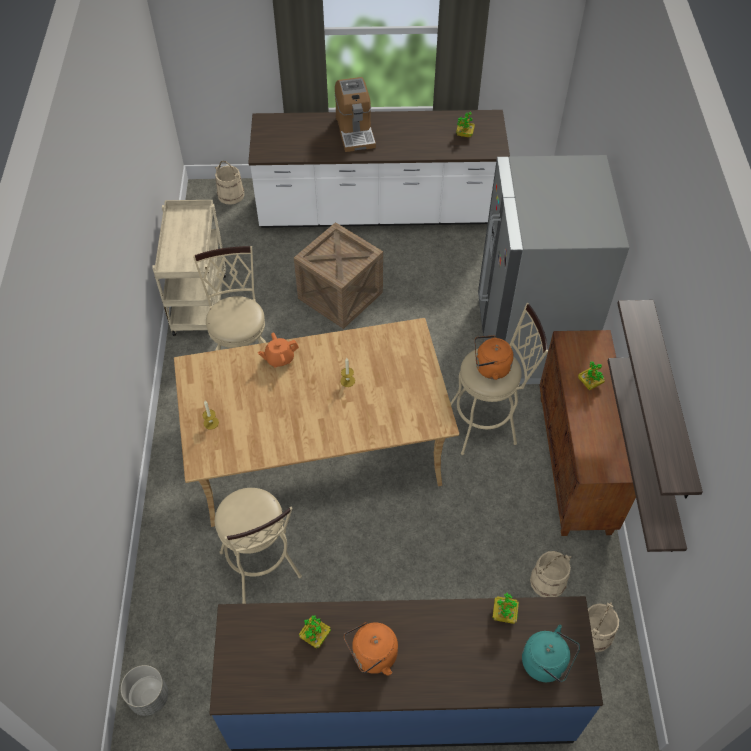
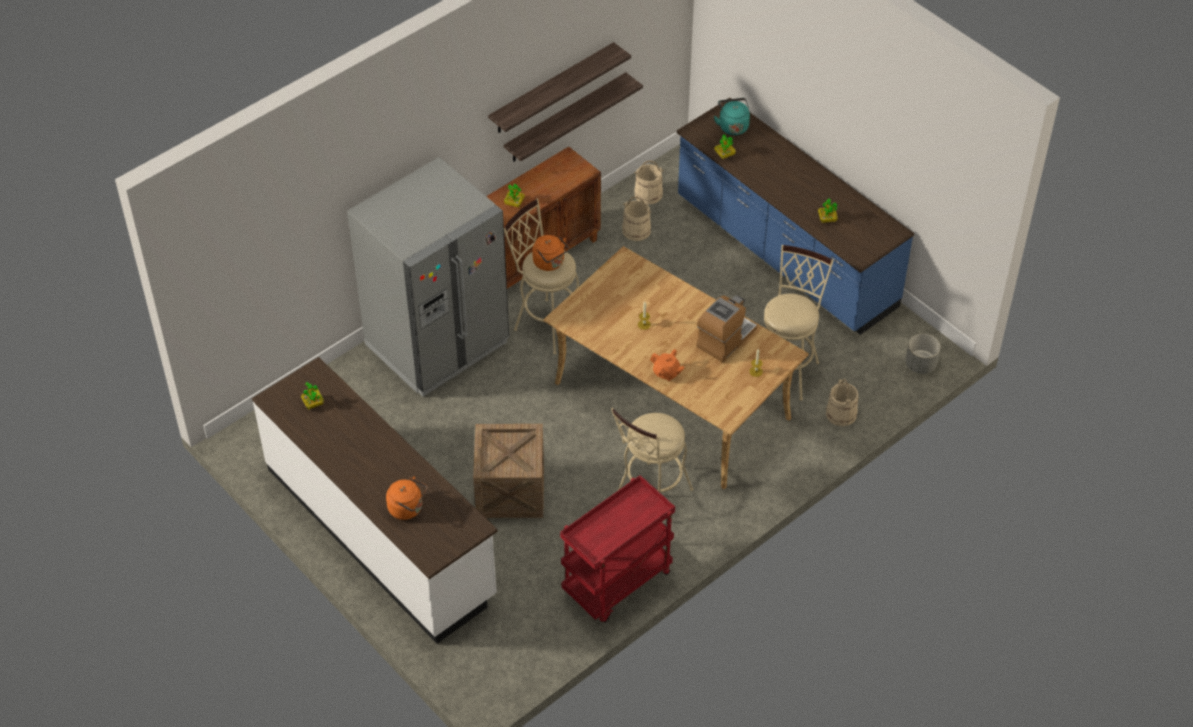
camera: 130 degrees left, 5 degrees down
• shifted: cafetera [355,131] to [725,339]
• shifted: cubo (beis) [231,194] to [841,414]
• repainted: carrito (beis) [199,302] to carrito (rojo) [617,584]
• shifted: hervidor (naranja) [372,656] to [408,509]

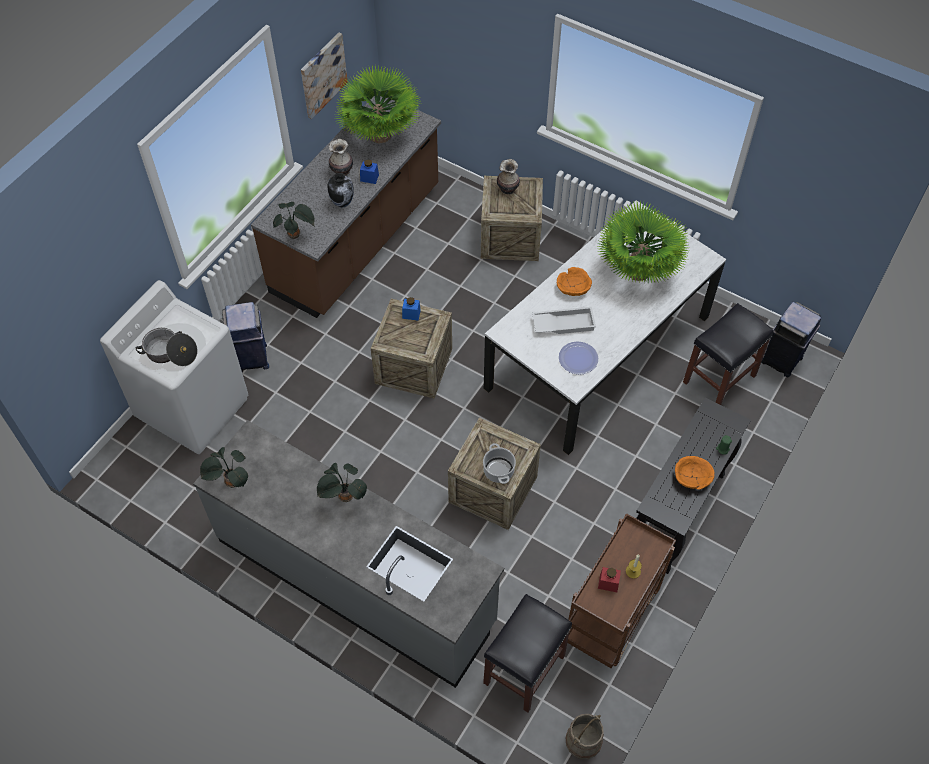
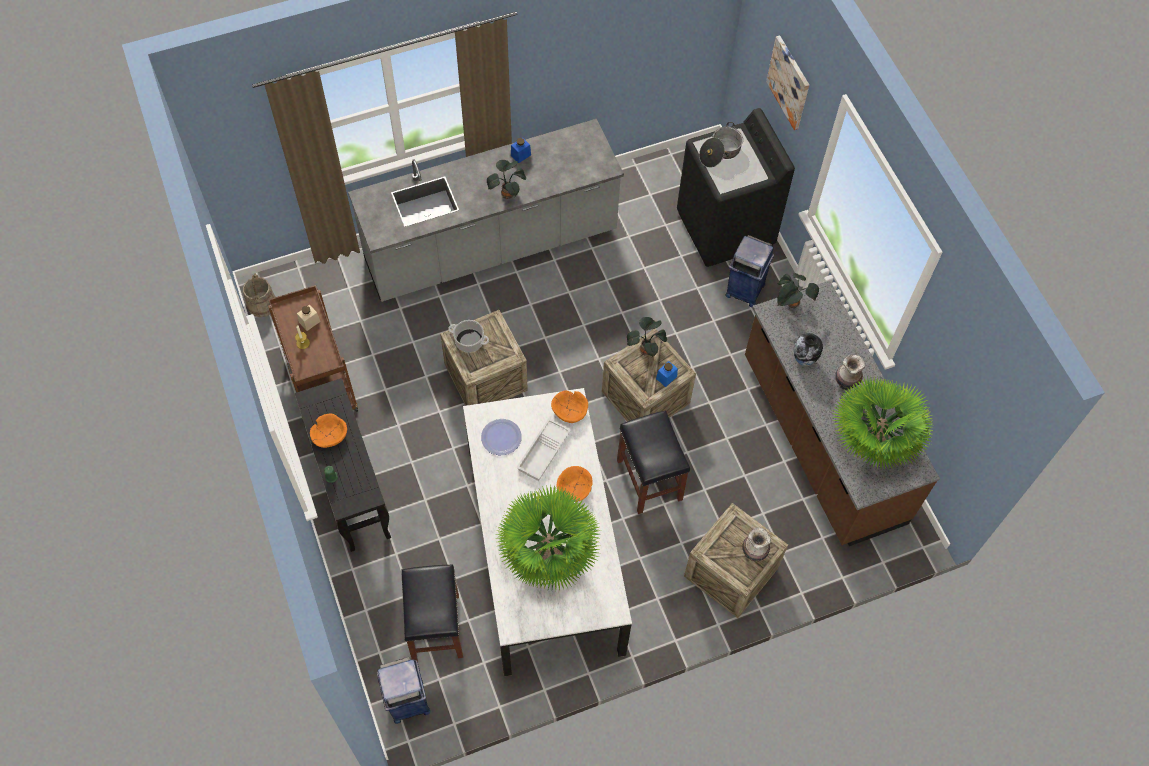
camera: 125 degrees right, 5 degrees up
• shifted: cuadro [322,75] to [789,82]
• shifted: tarro (azul) [369,178] to [520,155]
• repainted: lavadora (blanco) [193,407] to lavadora (negro) [725,228]
• shifted: planta en maceta [230,483] to [646,349]
• repainted: tarro (rojo) [608,583] to tarro (beis) [309,322]
• shifted: taburete (negro) [524,668] to [650,480]
• new: cuenco (naranja) [570,411]

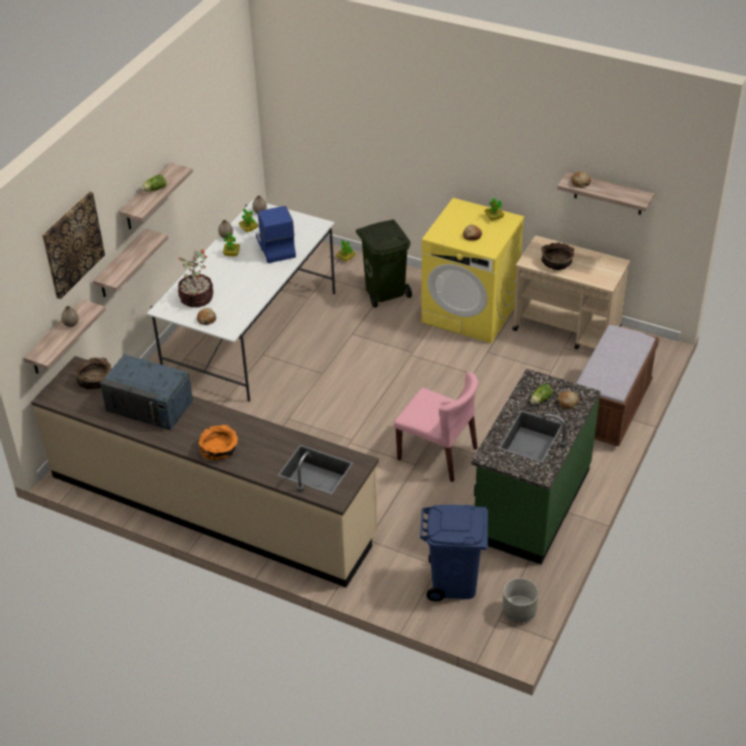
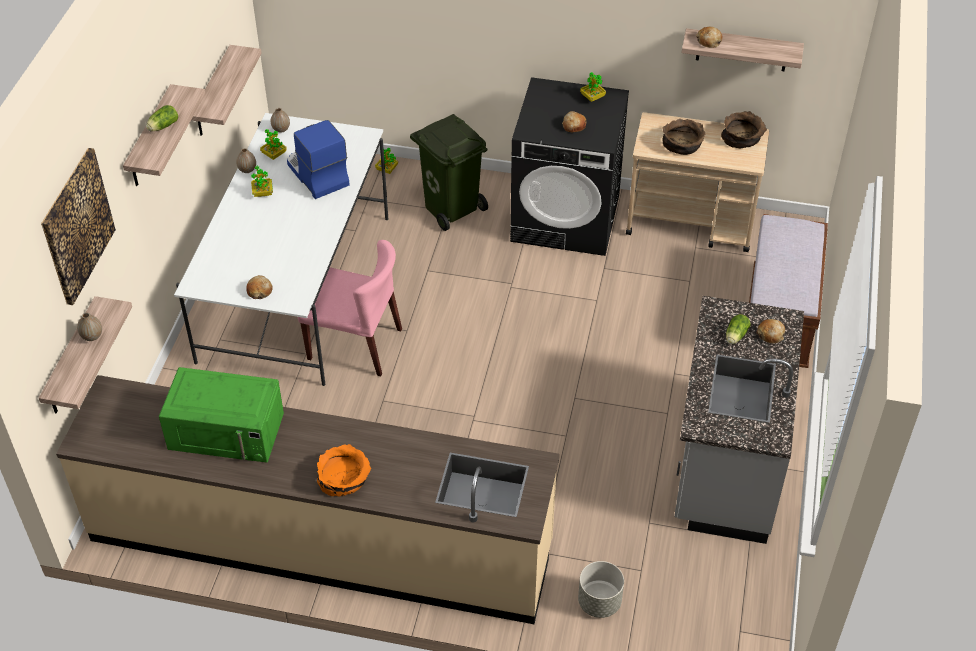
camera: 15 degrees left, 5 degrees up
• repainted: lavadora (amarillo) [470,312] to lavadora (negro) [566,218]
• shifted: estante [121,265] to [212,93]
• gone: planta en maceta [196,299]
• repainted: microondas (azul) [150,405] to microondas (verde) [227,430]
• shifted: cuenco (marrón) [95,380] to [742,138]
• repainted: mueble bajo de cocina (verde) [530,504] to mueble bajo de cocina (gris) [725,463]
• shifted: silla (rosa) [438,454] to [356,344]
• gone: papelera (azul) [454,583]
• shifted: maceta (gris) [518,612] to [599,602]

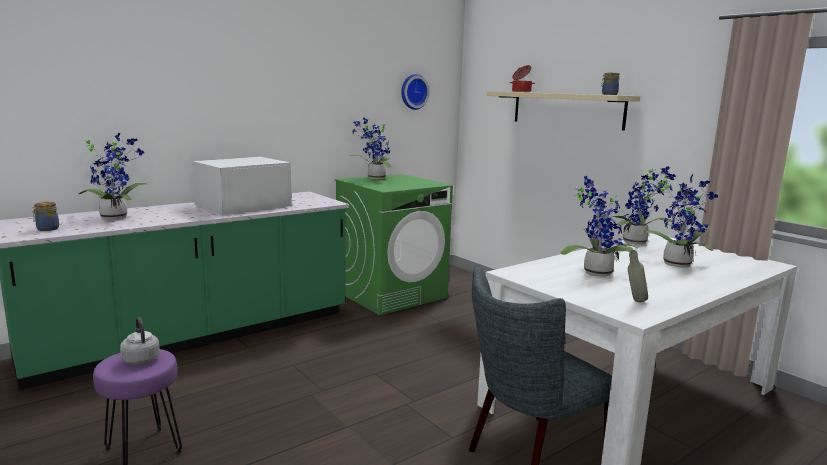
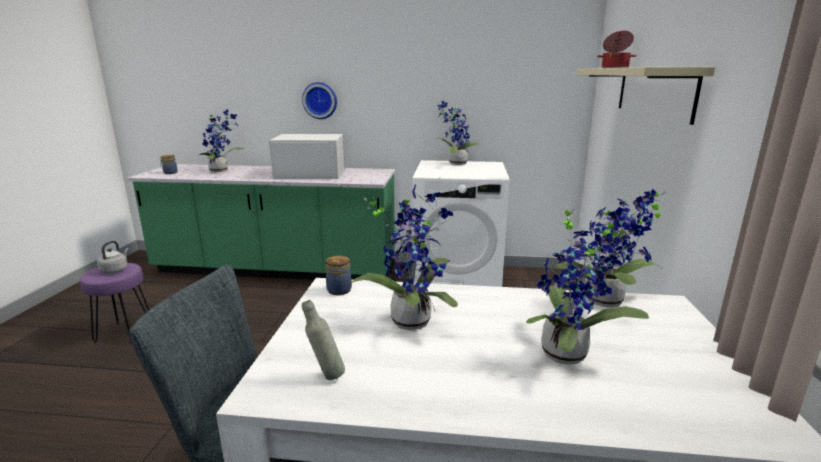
camera: 45 degrees right, 5 degrees up
• shifted: tarro [608,94] to [339,290]
• shifted: reloj de pared [413,91] to [320,100]
• repainted: lavadora (verde) [391,294] to lavadora (blanco) [457,281]

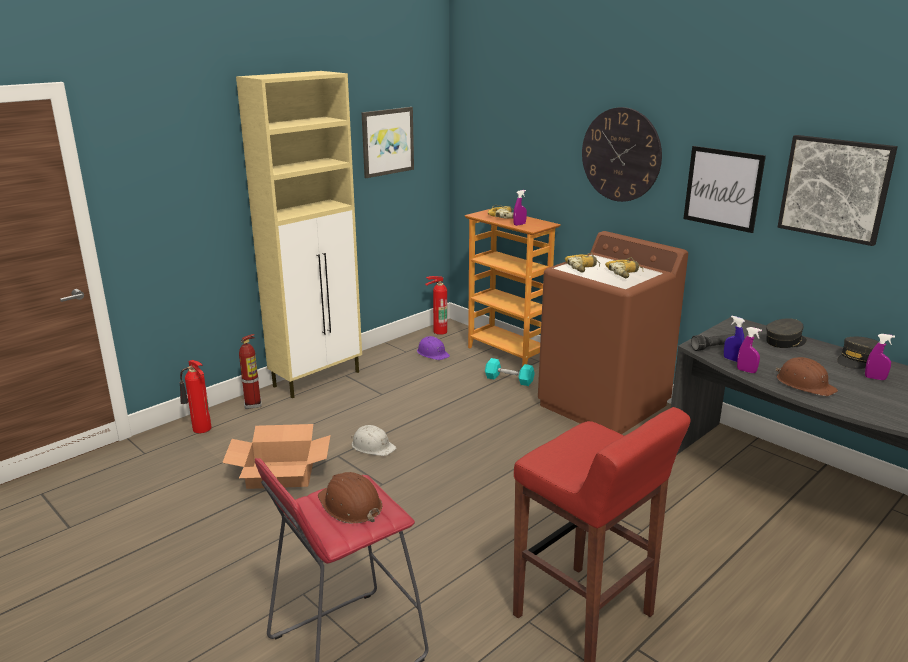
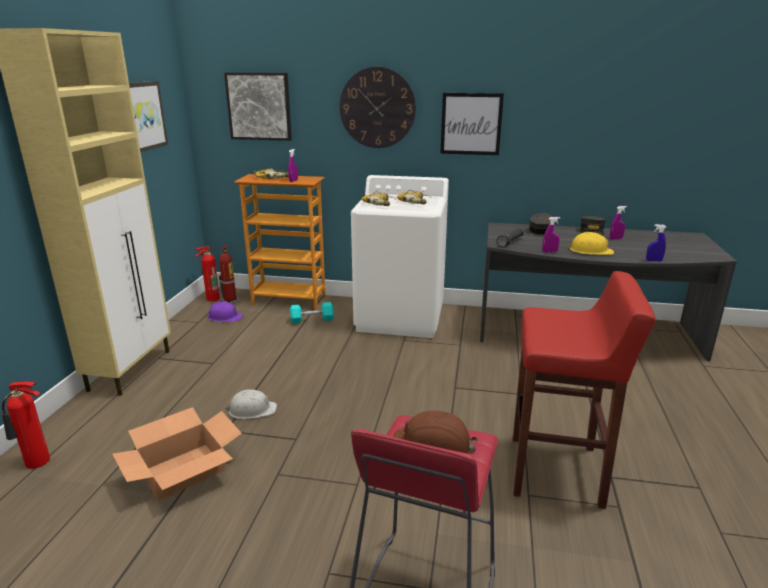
camera: 35 degrees left, 0 degrees up
• shifted: cuadro [835,188] to [259,106]
• repainted: lavadora (marrón) [603,405] to lavadora (blanco) [401,317]
• shifted: pulverizador (azul) [732,359] to [653,261]
• shifted: extintor [253,404] to [230,301]
• repainted: casco (marrón) [804,384] to casco (amarillo) [590,251]

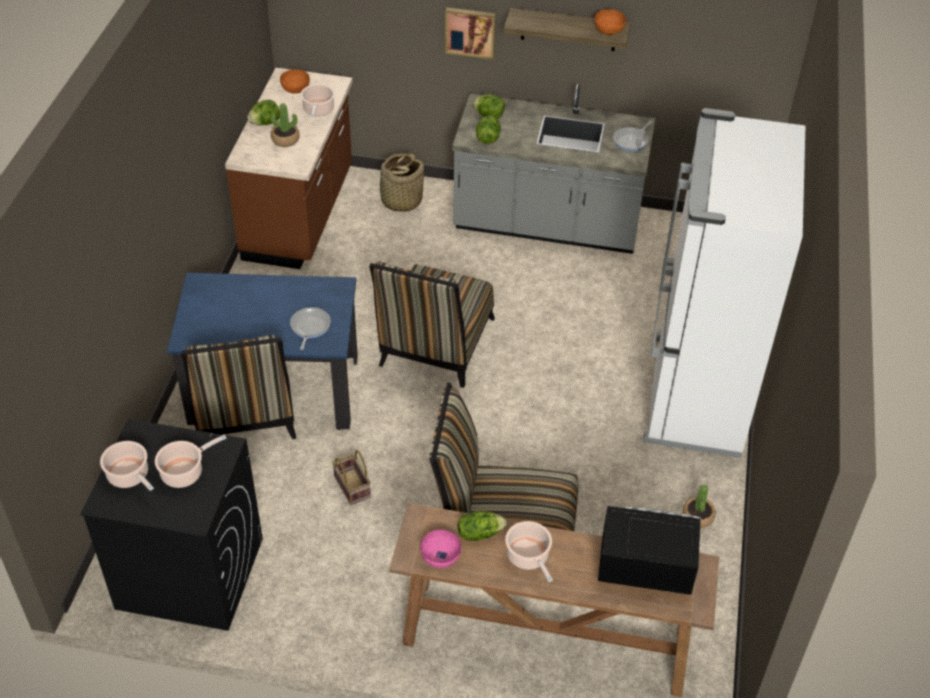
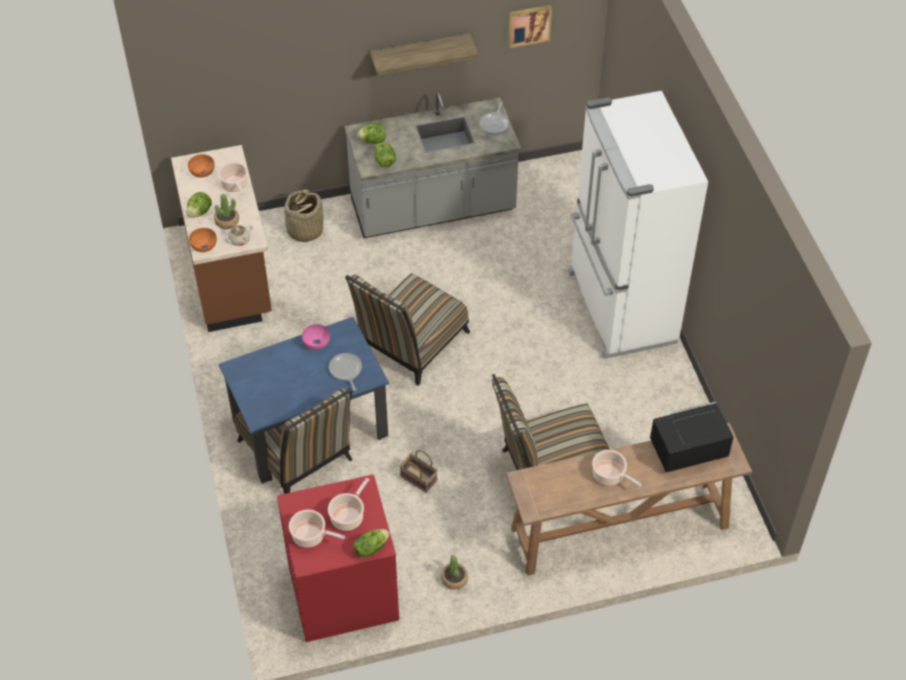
camera: 25 degrees left, 5 degrees up
• shifted: cuadro [470,31] to [529,25]
• shifted: cuenco (naranja) [609,30] to [204,246]
• rotated: silla [434,347] = [410,345] 45 degrees clockwise
• repainted: lavadora (negro) [189,573] to lavadora (rojo) [342,592]
• shifted: planta en maceta [698,516] to [454,579]
• shifted: lechuga [479,533] to [370,548]
• shifted: cuenco (rosa) [440,557] to [316,343]
• new: tetera (beis) [238,240]

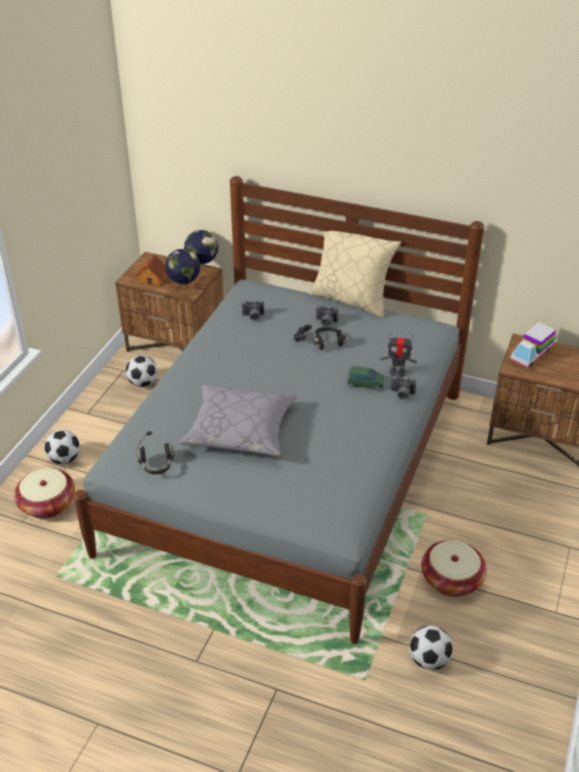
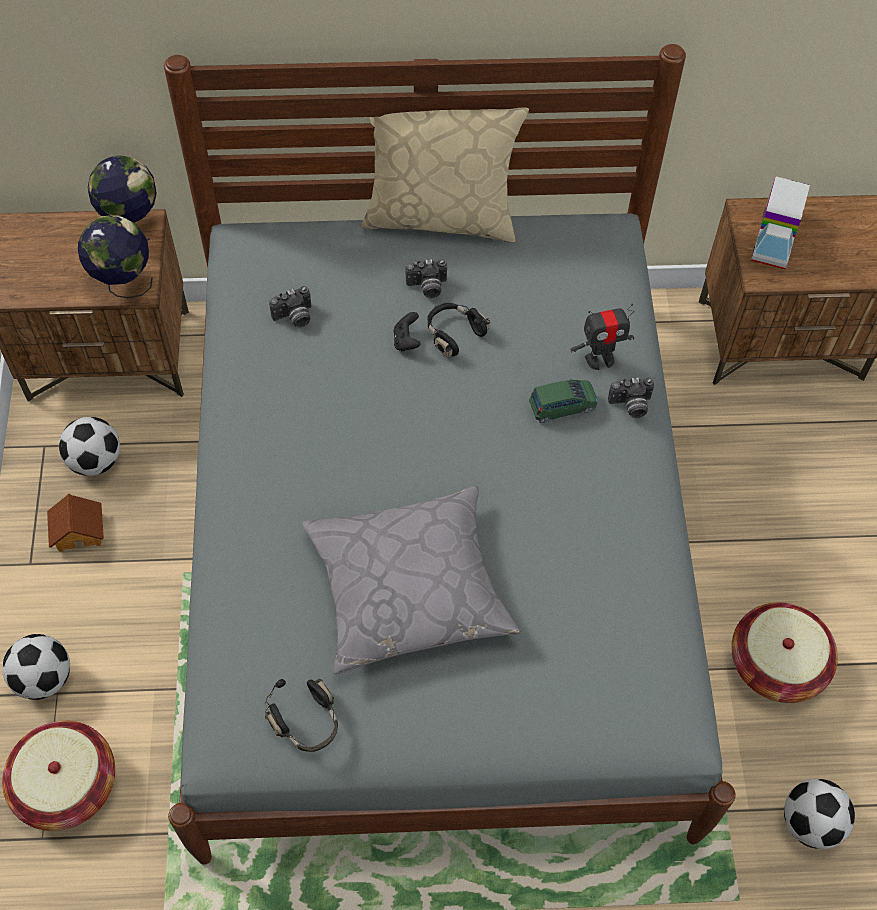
camera: 25 degrees left, 20 degrees up
• shifted: casita [153,278] to [79,530]

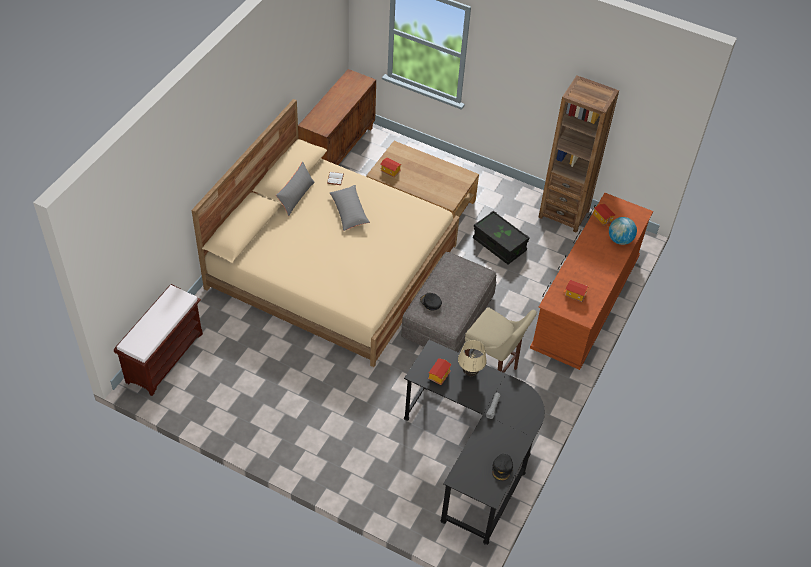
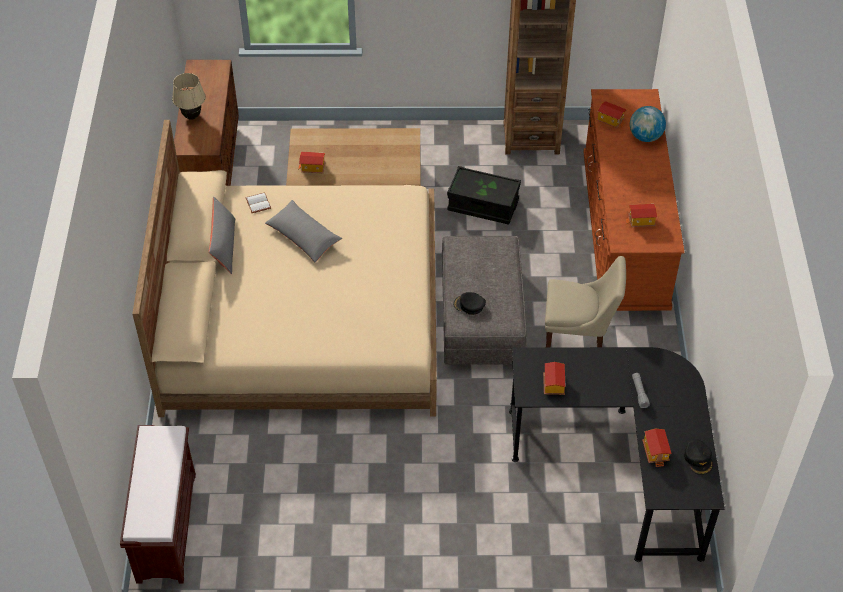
camera: 25 degrees left, 0 degrees up
• shifted: lámpara de mesa (beis) [470,372] to [192,116]
• new: casita [656,452]

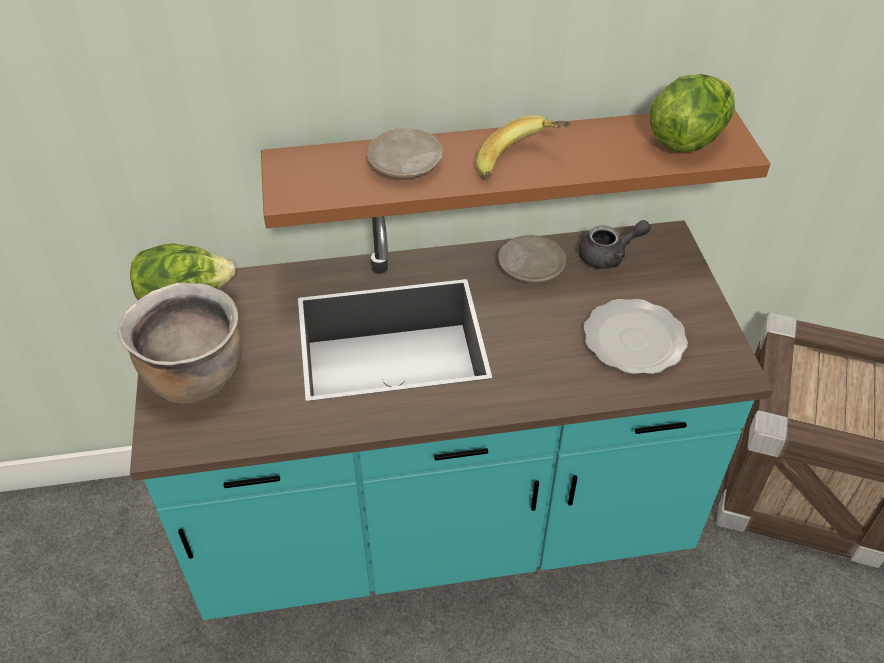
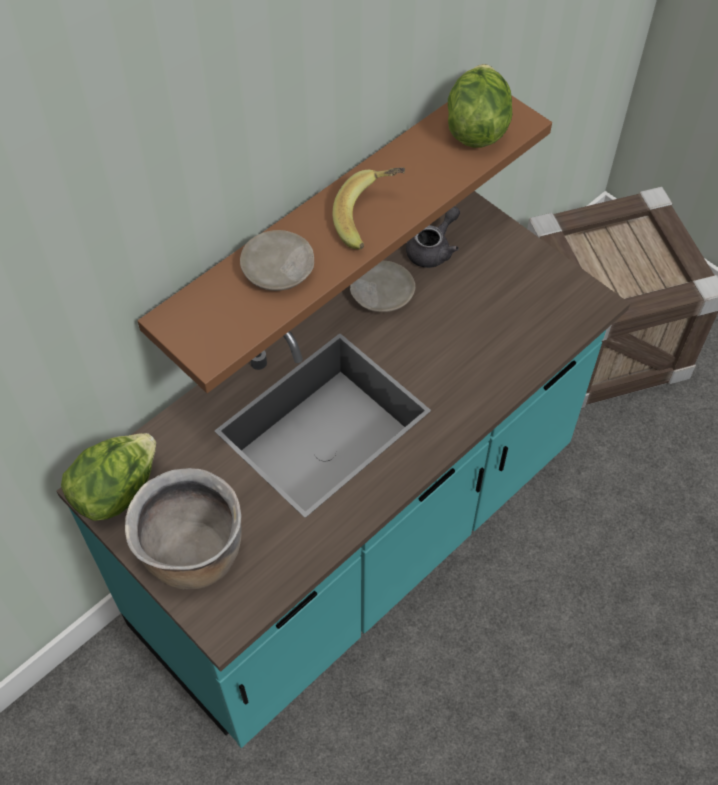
camera: 35 degrees left, 10 degrees up
• gone: plato [634,340]

